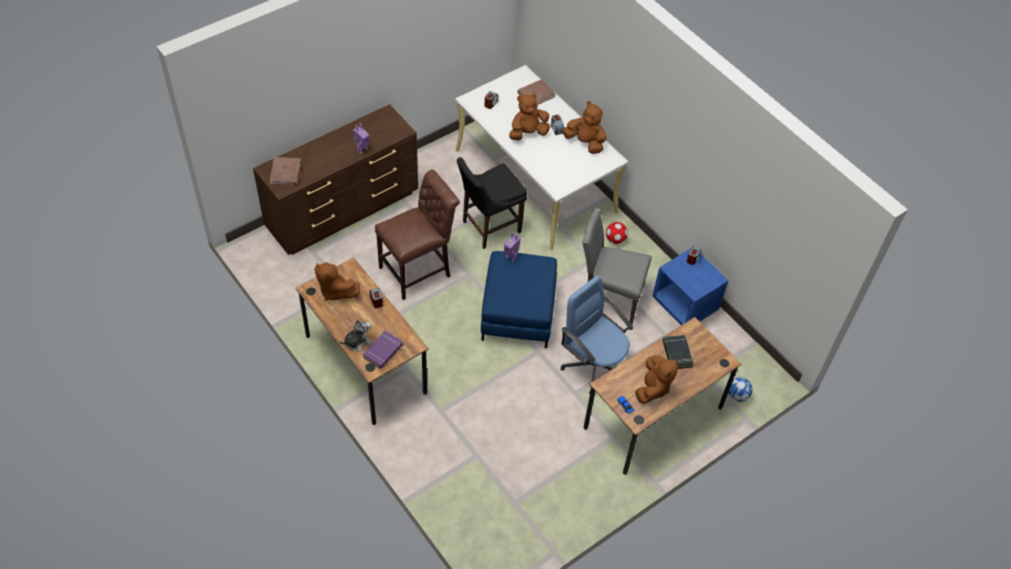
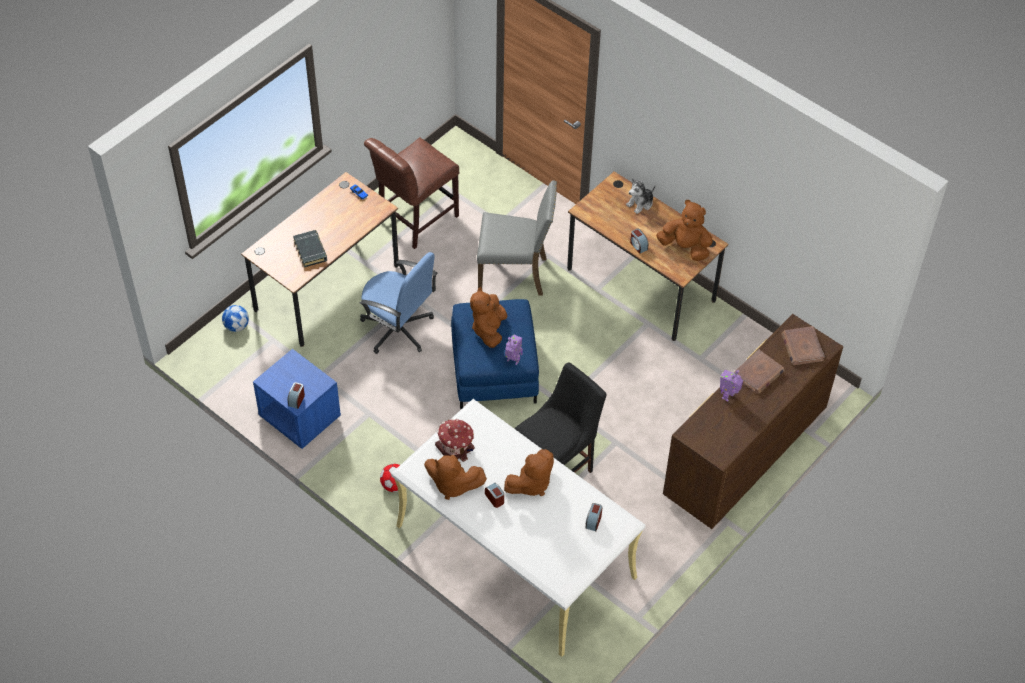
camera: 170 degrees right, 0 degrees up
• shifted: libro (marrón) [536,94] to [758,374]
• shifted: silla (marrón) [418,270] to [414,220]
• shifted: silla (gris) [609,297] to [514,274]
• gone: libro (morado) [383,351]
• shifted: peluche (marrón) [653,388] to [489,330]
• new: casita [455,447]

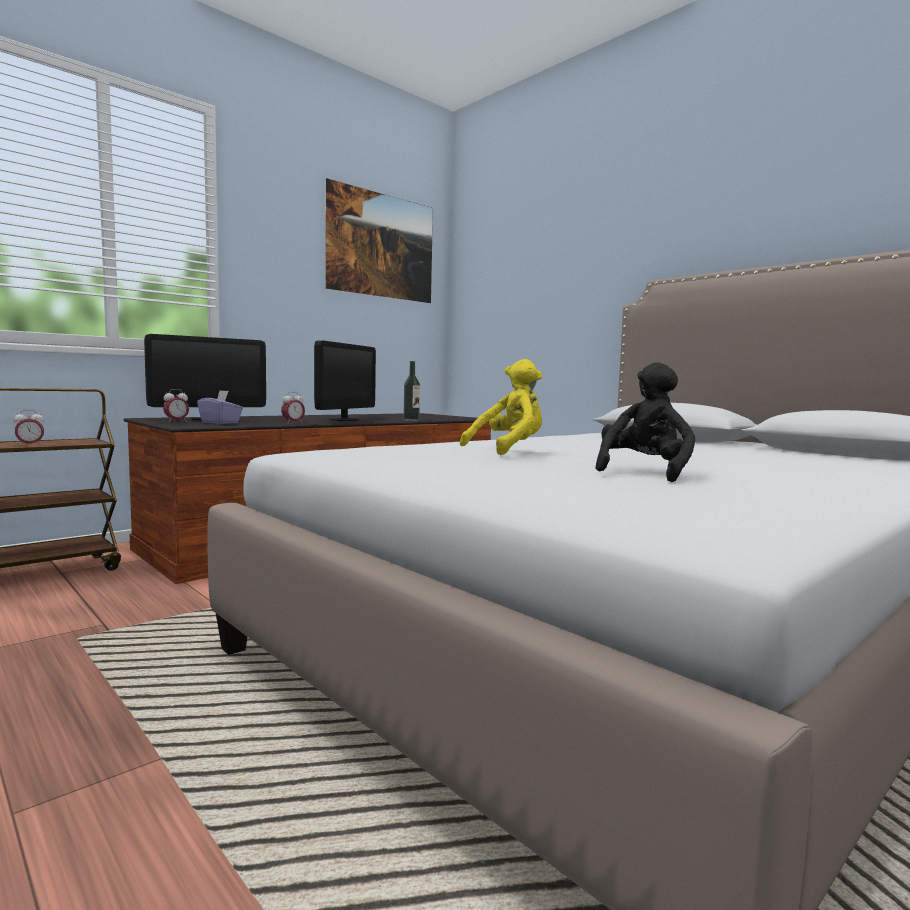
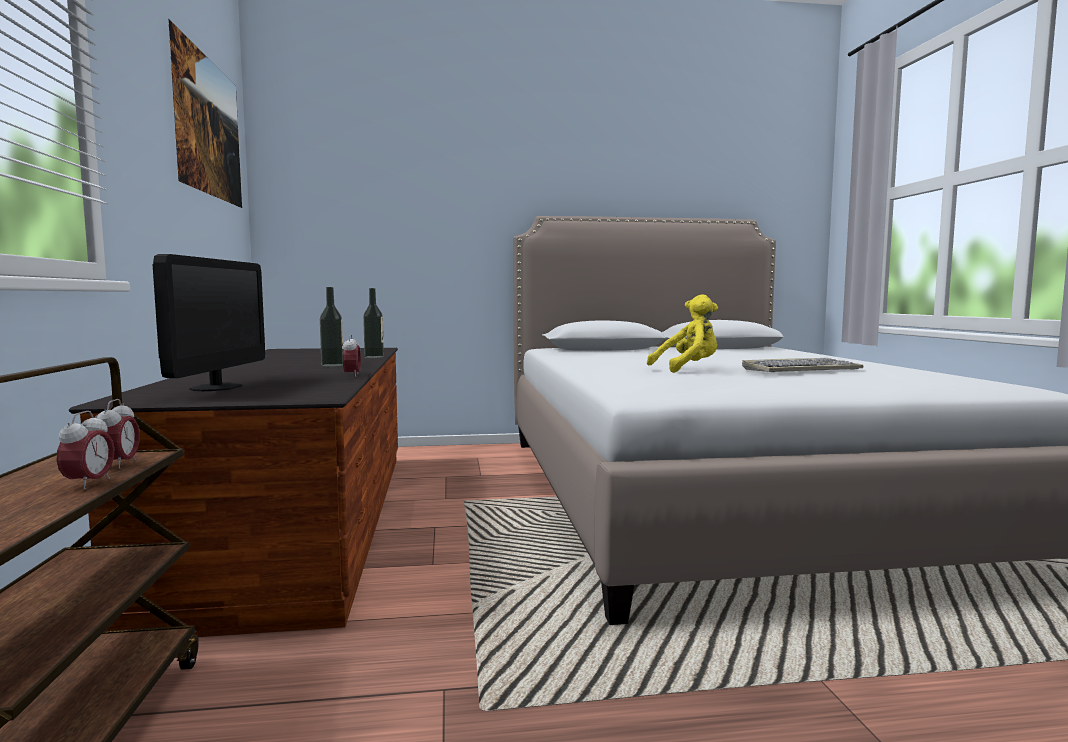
camera: 55 degrees left, 0 degrees up
• swapped: monitor [344,420] to botella [332,365]
• rotated: peluche (amarillo) [509,450] = [688,369] 75 degrees clockwise
• swapped: peluche (negro) [644,472] to teclado [800,370]
• shifted: despertador [176,421] to [119,464]
• gone: caja de pañuelos (morado) [220,422]

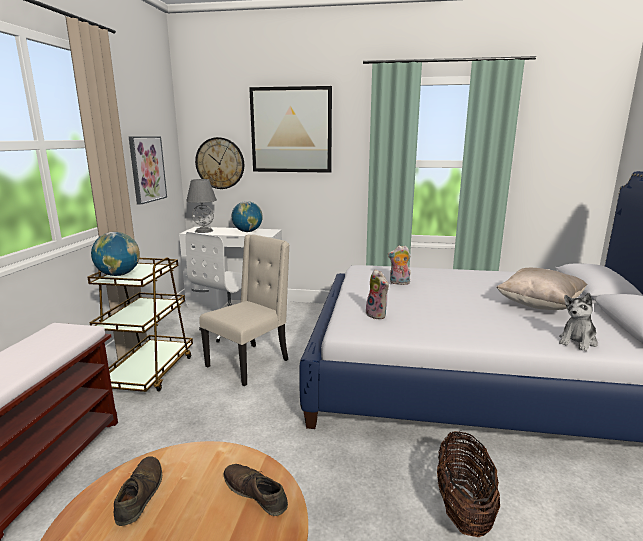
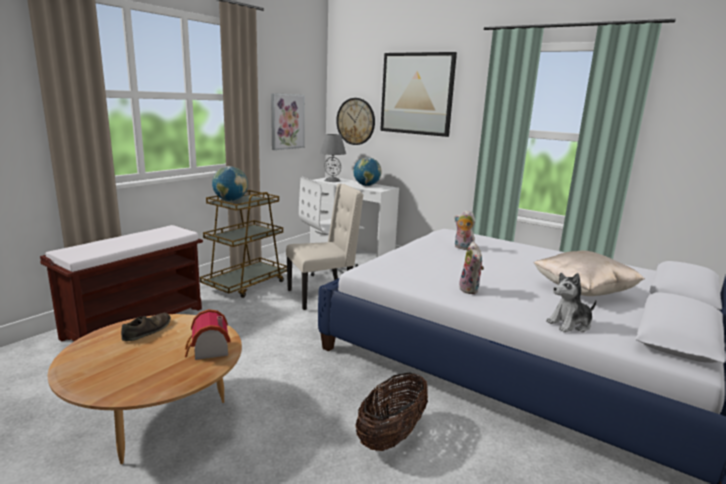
camera: 25 degrees right, 0 degrees up
• shifted: peluche [377,315] to [470,290]
• swapped: zapato (marrón) [255,493] to casita [208,350]

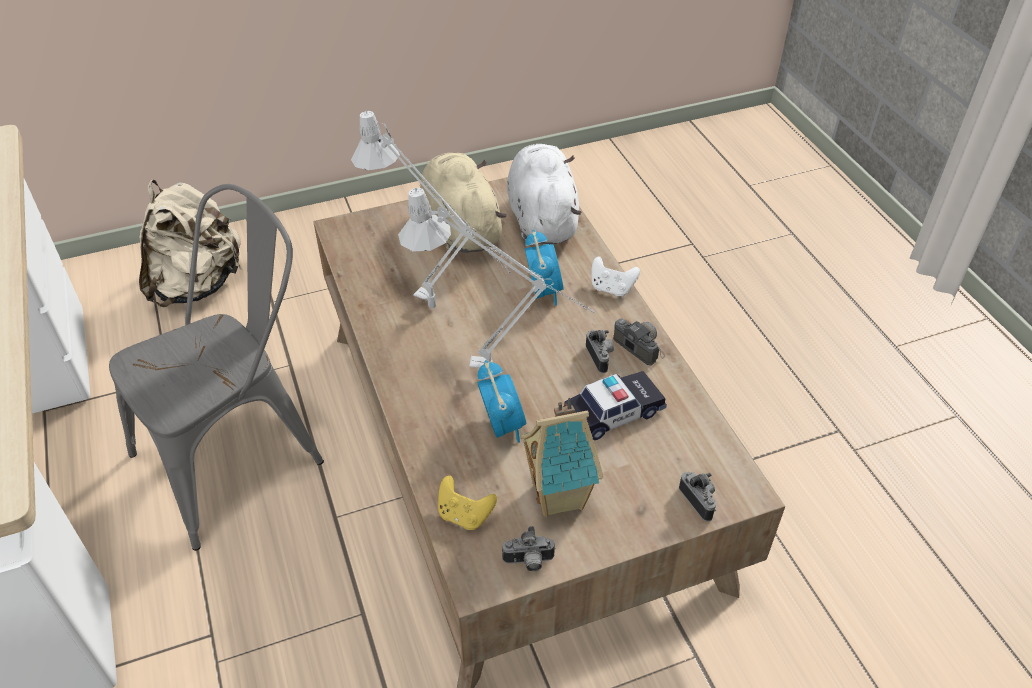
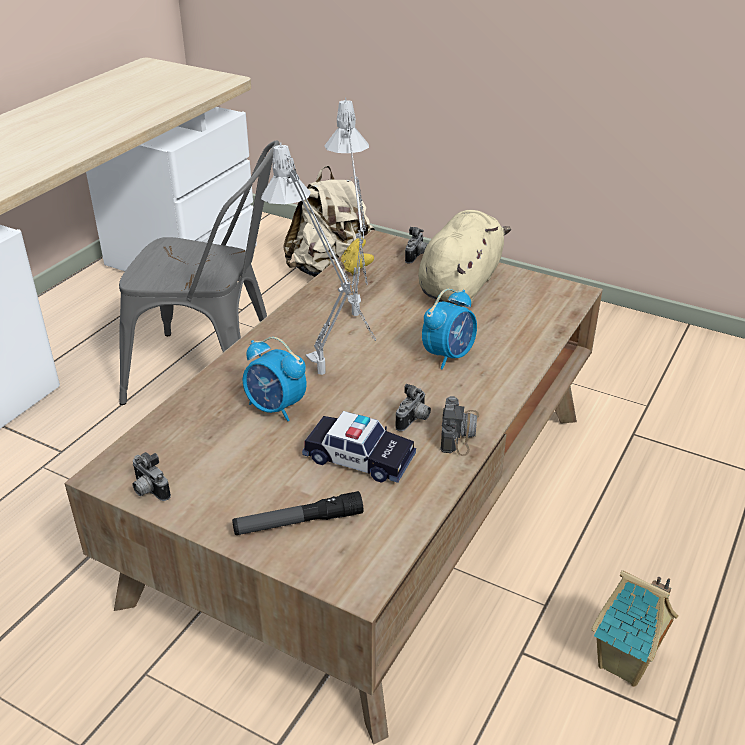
camera: 50 degrees right, 10 degrees down
• gone: peluche (blanco) [542,218]
• gone: mando de consola (blanco) [611,288]
• rotated: despertador [502,425] = [275,408] 90 degrees clockwise
• shifted: casita [560,497] to [625,665]
• shifted: cámara [699,501] to [417,257]
• shifted: mando de consola (amarillo) [464,515] to [356,268]
• new: linterna [298,522]

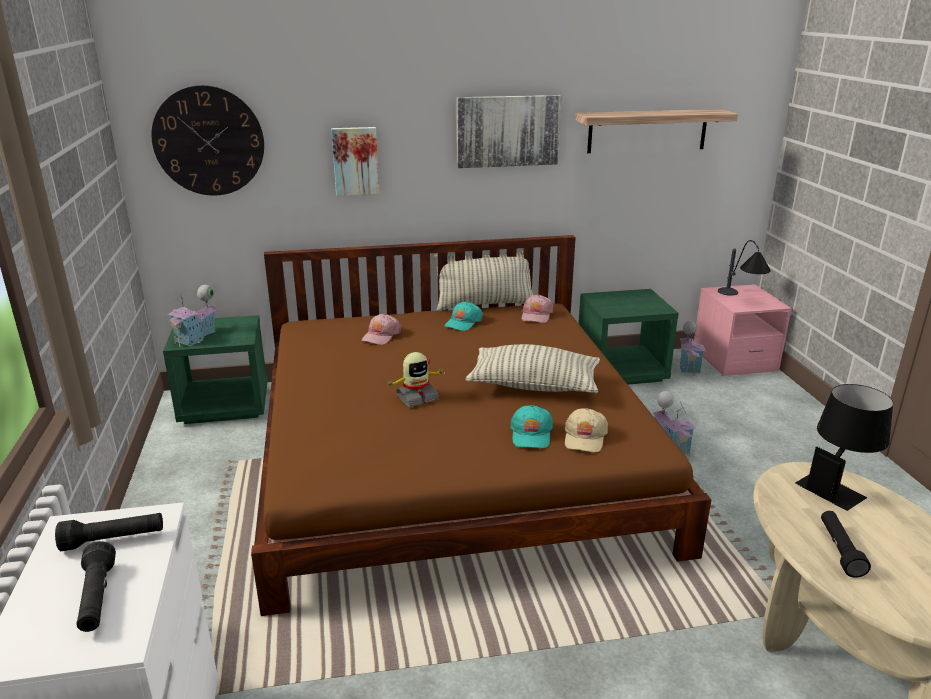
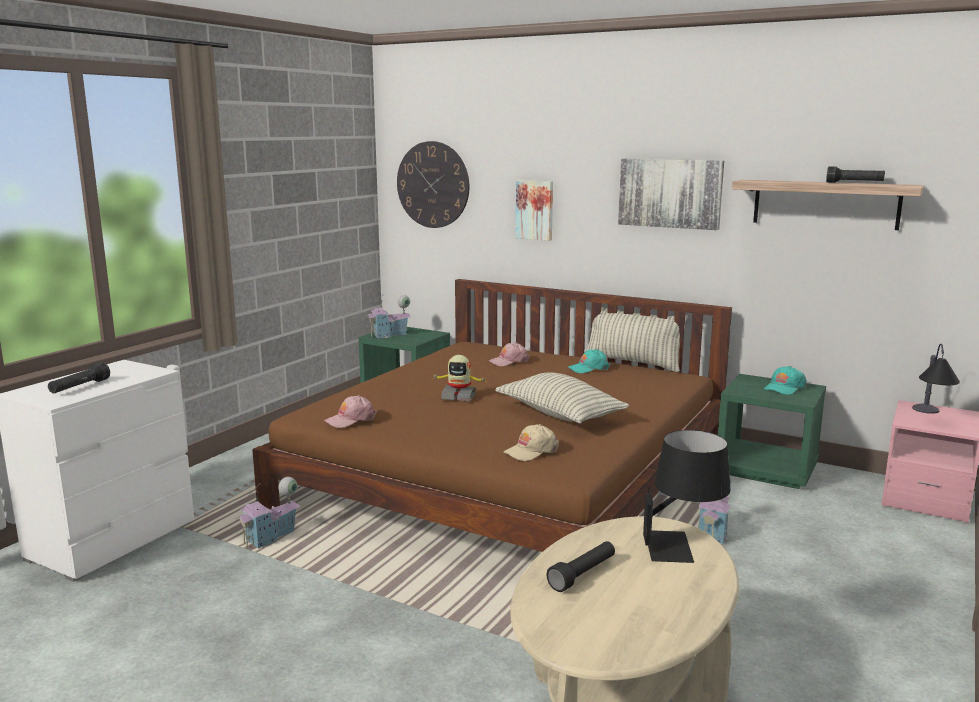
camera: 40 degrees right, 10 degrees down
• shifted: gorra (rosa) [536,315] to [350,419]
• shifted: casita [688,365] to [271,537]
• shifted: gorra (turquesa) [531,434] to [784,388]
• shifted: linterna (negro) [114,540] to [854,183]

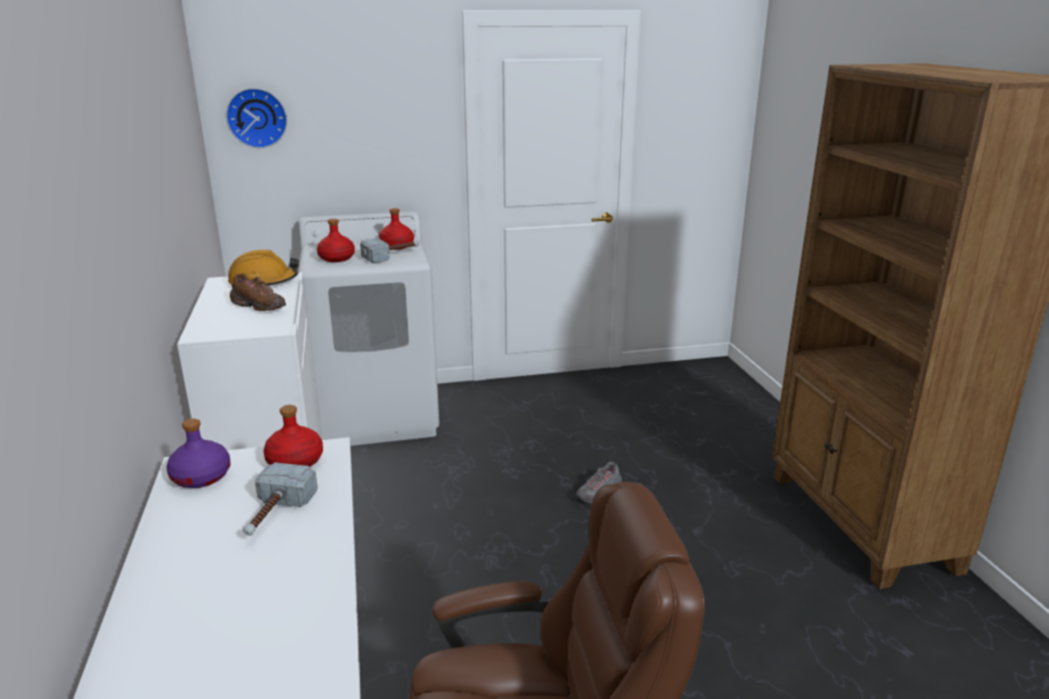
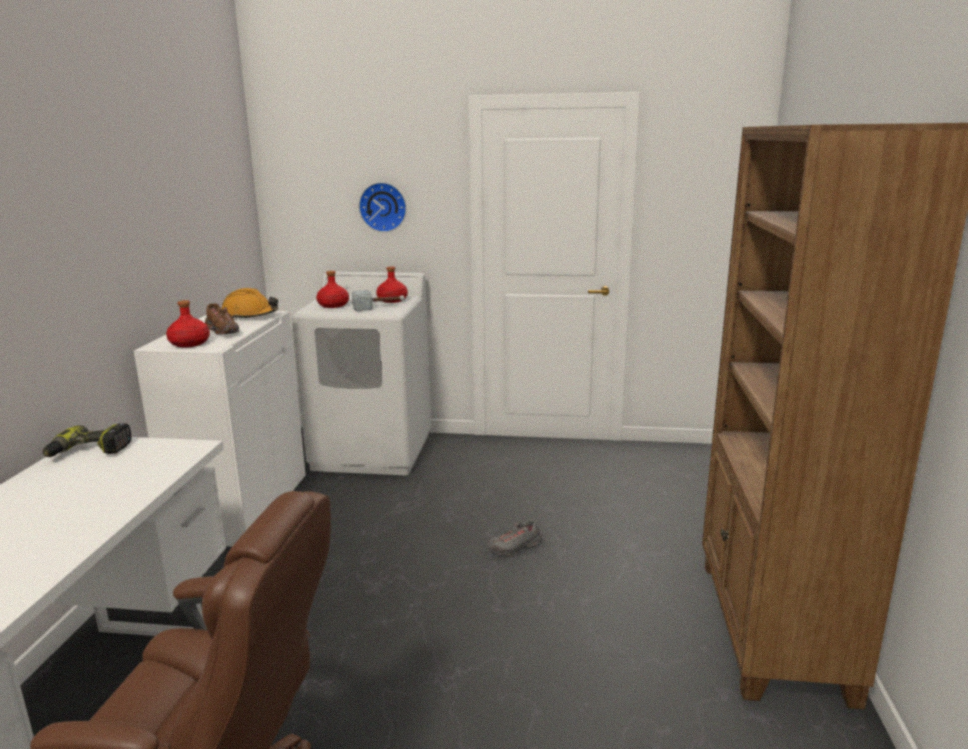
camera: 20 degrees right, 5 degrees down
• shifted: reloj de pared [257,117] to [383,207]
• shifted: botella (rojo) [296,462] to [190,343]
• swapped: botella (morado) [202,477] to taladro [89,452]
• gone: martillo [274,514]

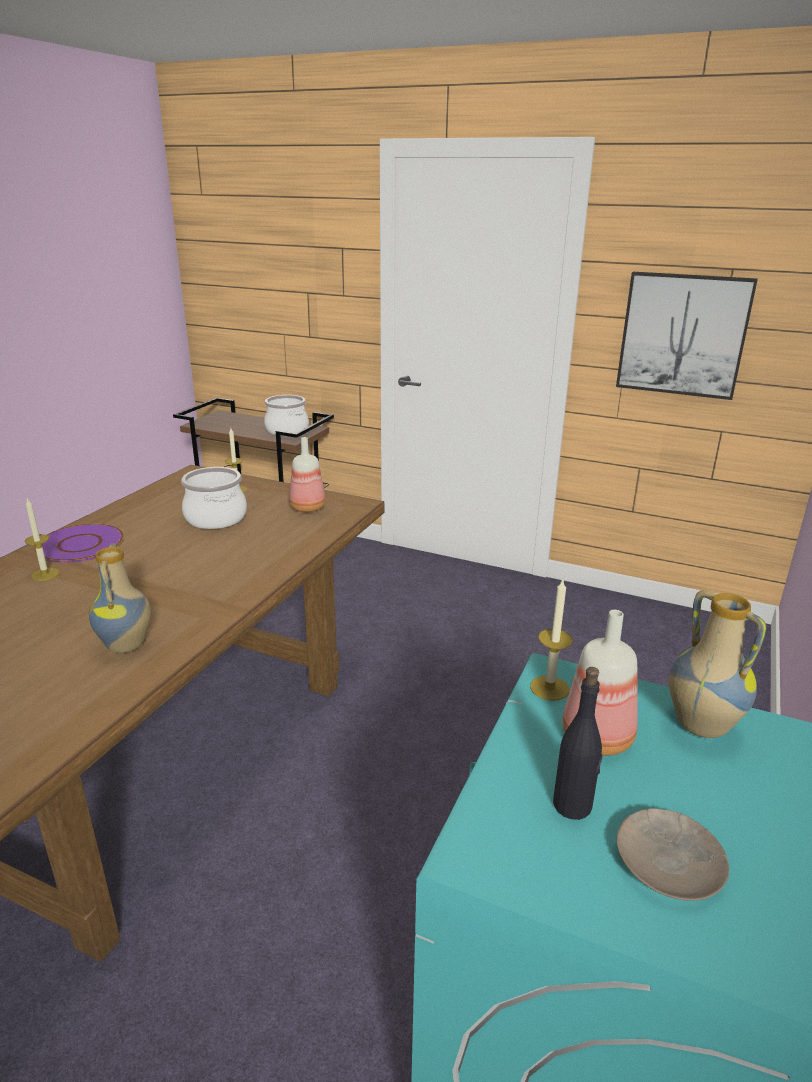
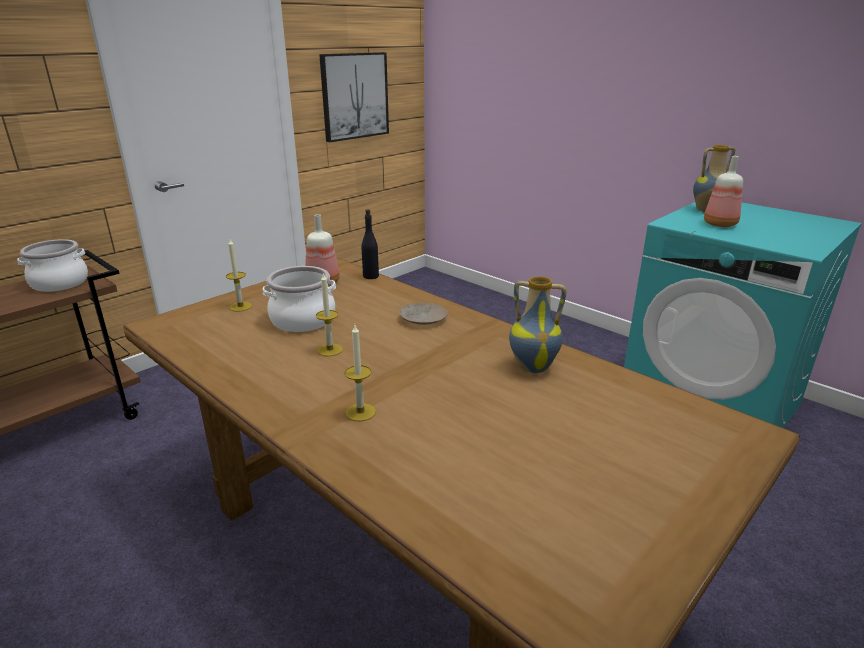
camera: 70 degrees left, 0 degrees up
• gone: plato (morado) [80,545]
• shifted: vela [549,688] to [330,350]
• shifted: botella (negro) [573,805] to [371,276]
• shifted: plato (beis) [668,862] to [422,319]

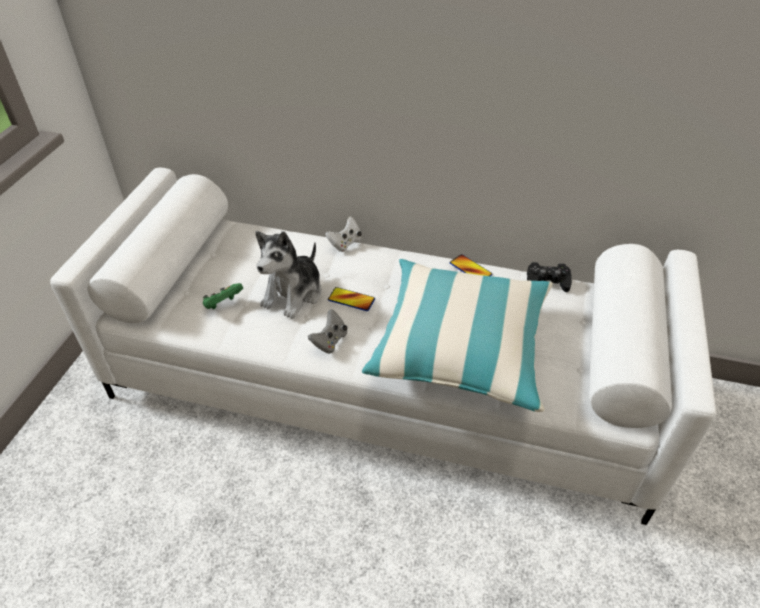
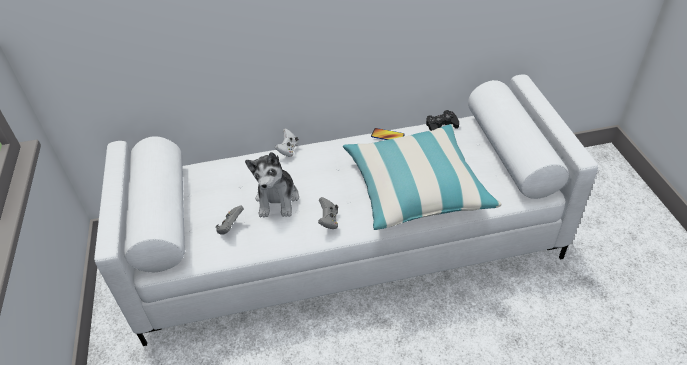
camera: 25 degrees left, 0 degrees up
• repainted: mando de consola (verde) [223,304] to mando de consola (gris) [231,227]
• gone: móvil [351,300]

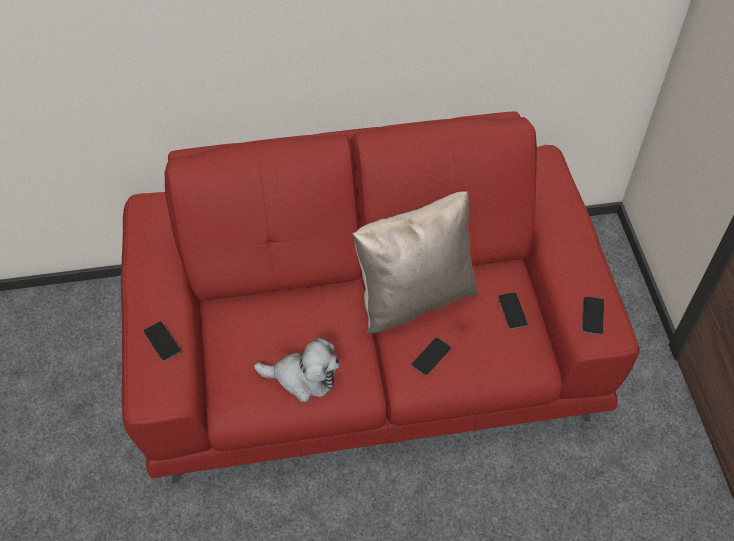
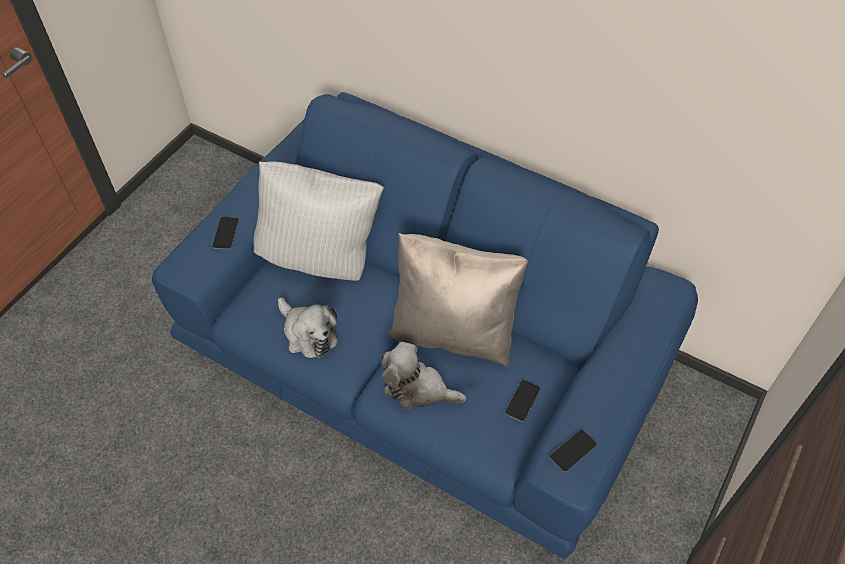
camera: 40 degrees right, 0 degrees up
• repainted: sofá (rojo) [368,350] to sofá (azul) [423,362]
• swapped: móvil [431,356] to peluche [417,388]
• new: cojín (blanco) [321,258]

